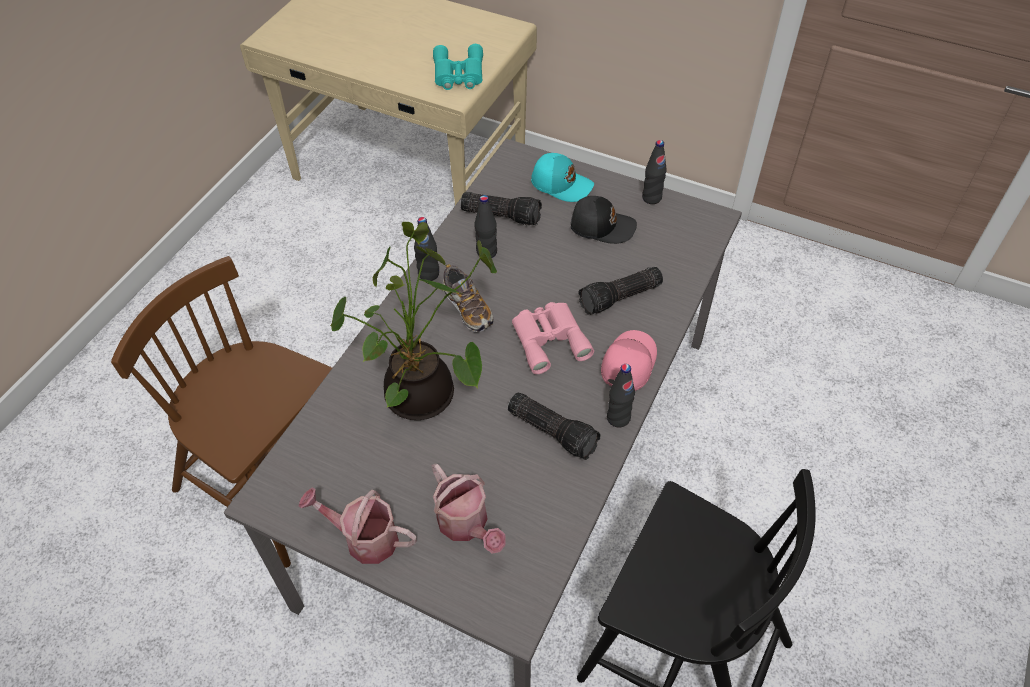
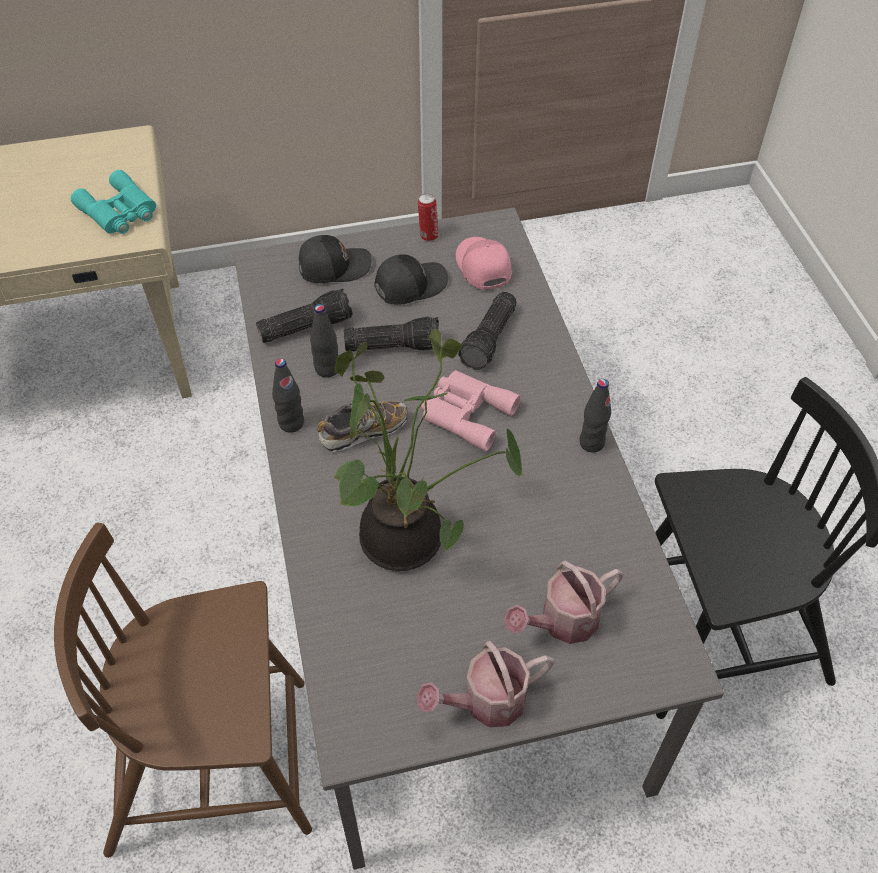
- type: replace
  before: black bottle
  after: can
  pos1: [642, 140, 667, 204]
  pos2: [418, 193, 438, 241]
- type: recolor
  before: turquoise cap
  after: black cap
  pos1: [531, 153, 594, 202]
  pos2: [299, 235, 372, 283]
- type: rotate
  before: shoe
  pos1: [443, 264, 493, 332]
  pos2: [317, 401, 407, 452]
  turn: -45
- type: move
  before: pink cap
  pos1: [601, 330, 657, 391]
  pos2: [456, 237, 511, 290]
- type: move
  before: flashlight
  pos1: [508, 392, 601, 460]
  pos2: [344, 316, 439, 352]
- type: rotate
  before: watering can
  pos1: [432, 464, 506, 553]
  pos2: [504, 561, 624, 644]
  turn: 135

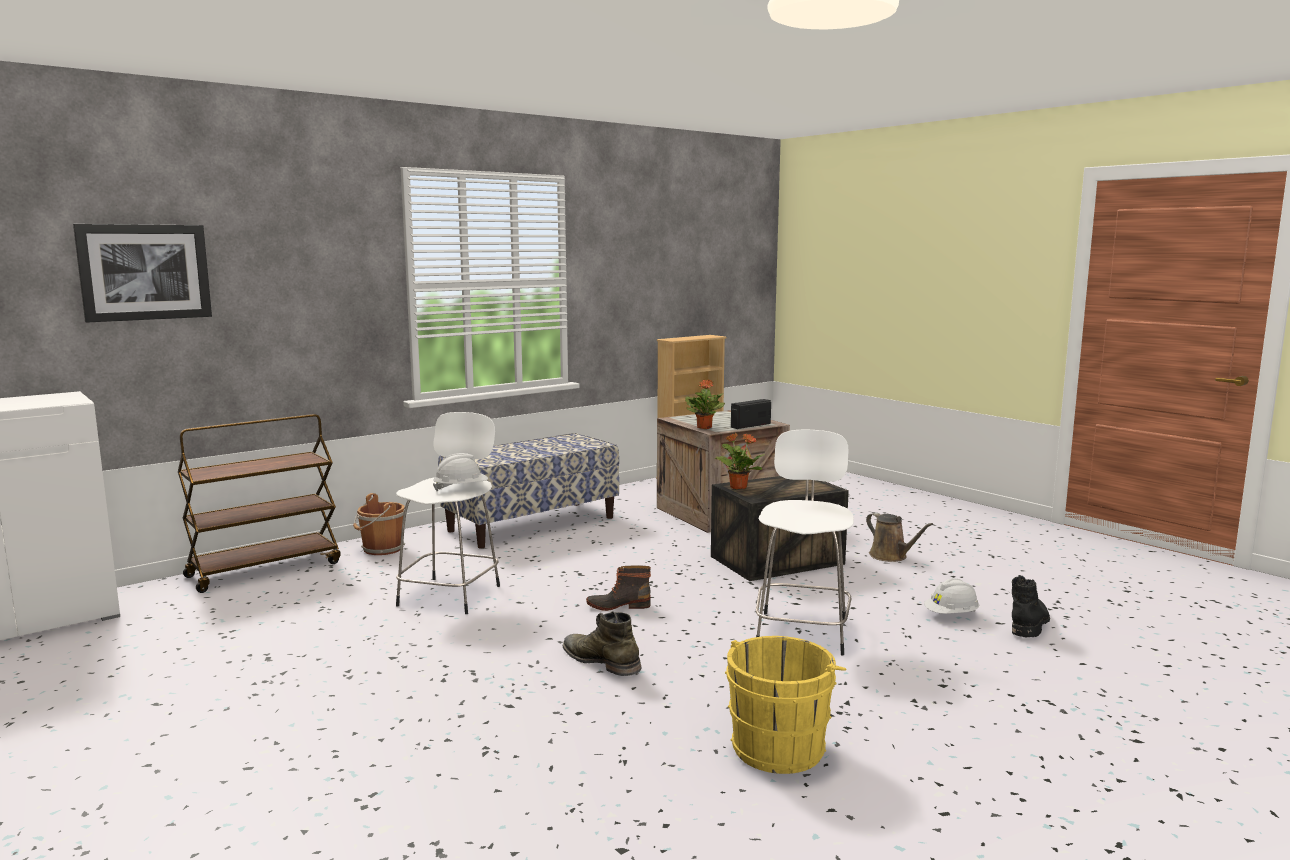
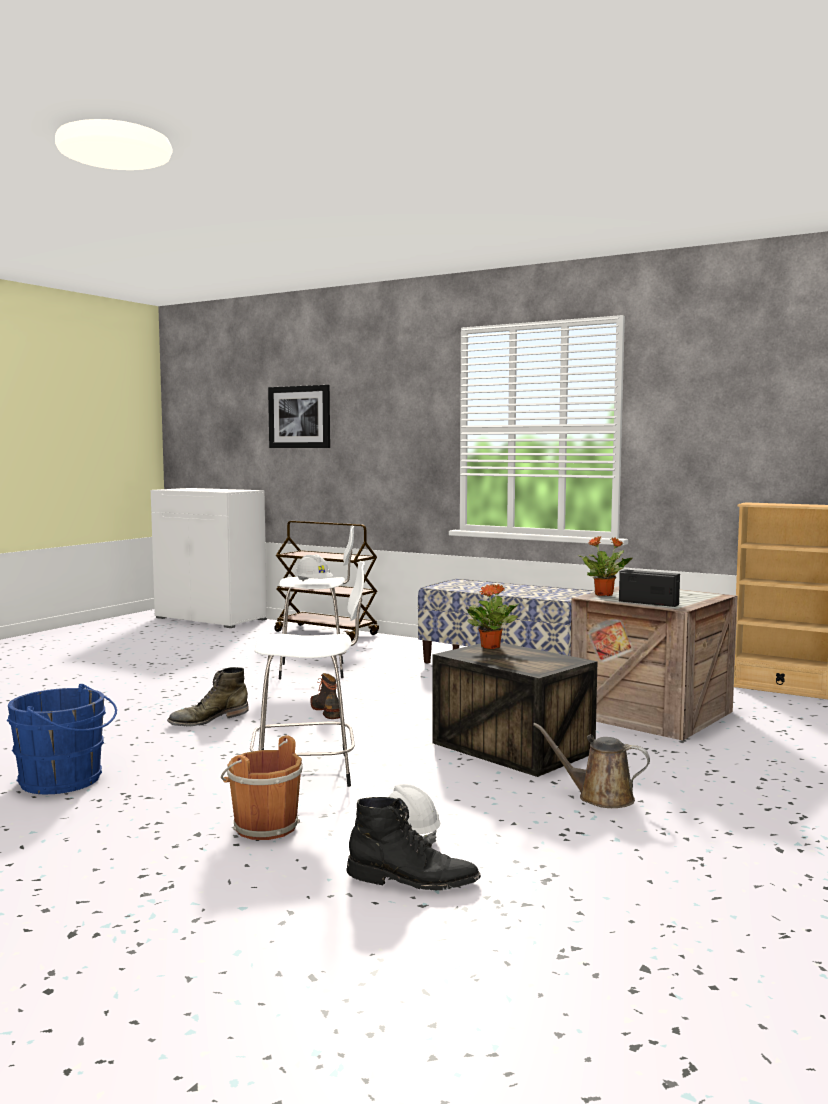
- type: move
  before: brown bucket
  pos1: [353, 493, 405, 555]
  pos2: [221, 735, 303, 840]
- type: rotate
  before: brown watering can
  pos1: [866, 513, 933, 562]
  pos2: [533, 723, 650, 808]
  turn: 75
- type: rotate
  before: green boot
  pos1: [563, 611, 642, 676]
  pos2: [167, 667, 249, 727]
  turn: -150
- type: recolor
  before: yellow bucket
  after: blue bucket
  pos1: [725, 636, 846, 774]
  pos2: [7, 684, 117, 794]

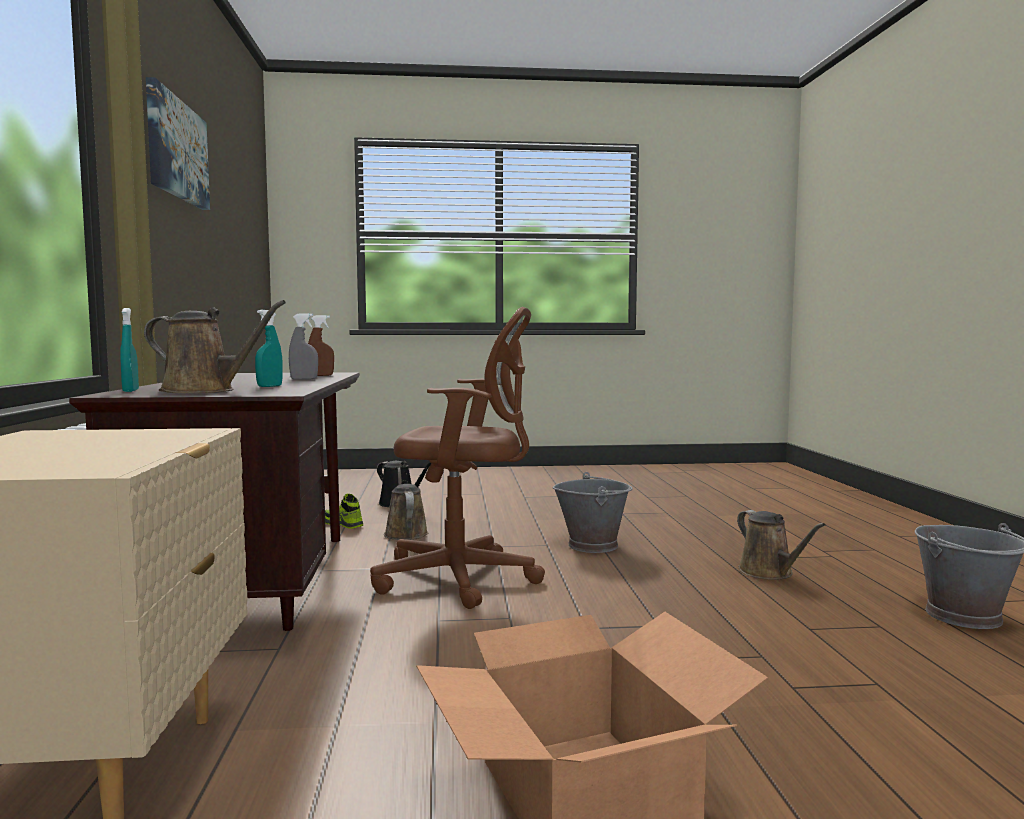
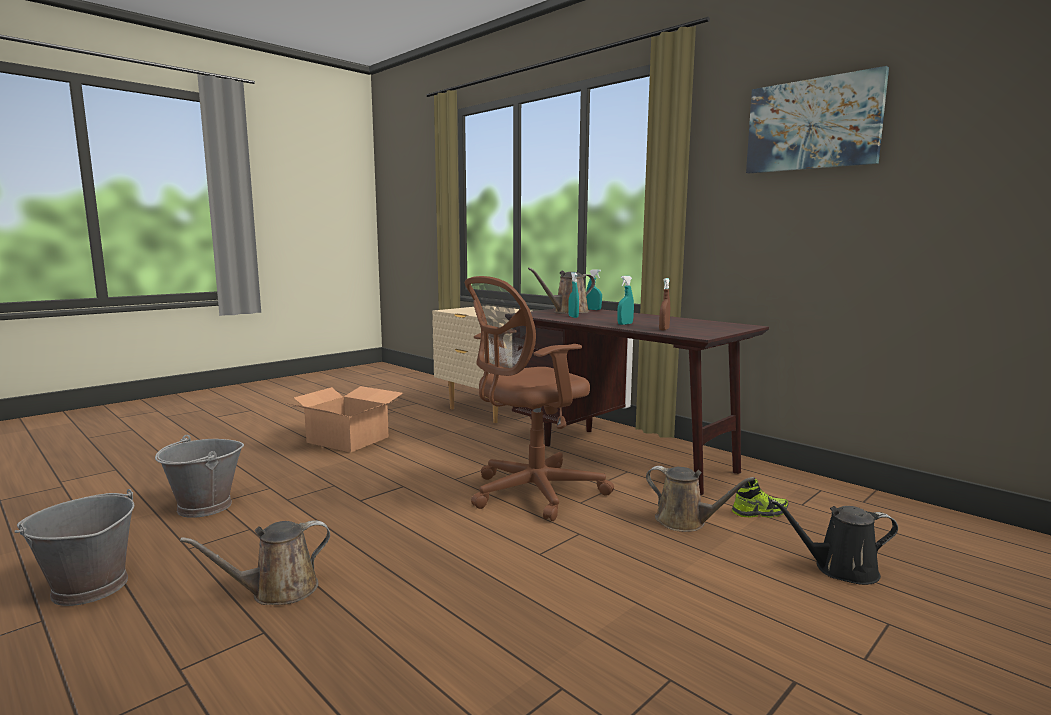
- type: recolor
  before: grey spray bottle
  after: turquoise spray bottle
  pos1: [289, 313, 318, 380]
  pos2: [617, 276, 634, 325]
- type: move
  before: grey bucket
  pos1: [553, 472, 632, 553]
  pos2: [155, 435, 244, 518]
- type: rotate
  before: brown watering can
  pos1: [737, 510, 826, 580]
  pos2: [180, 520, 330, 605]
  turn: -60

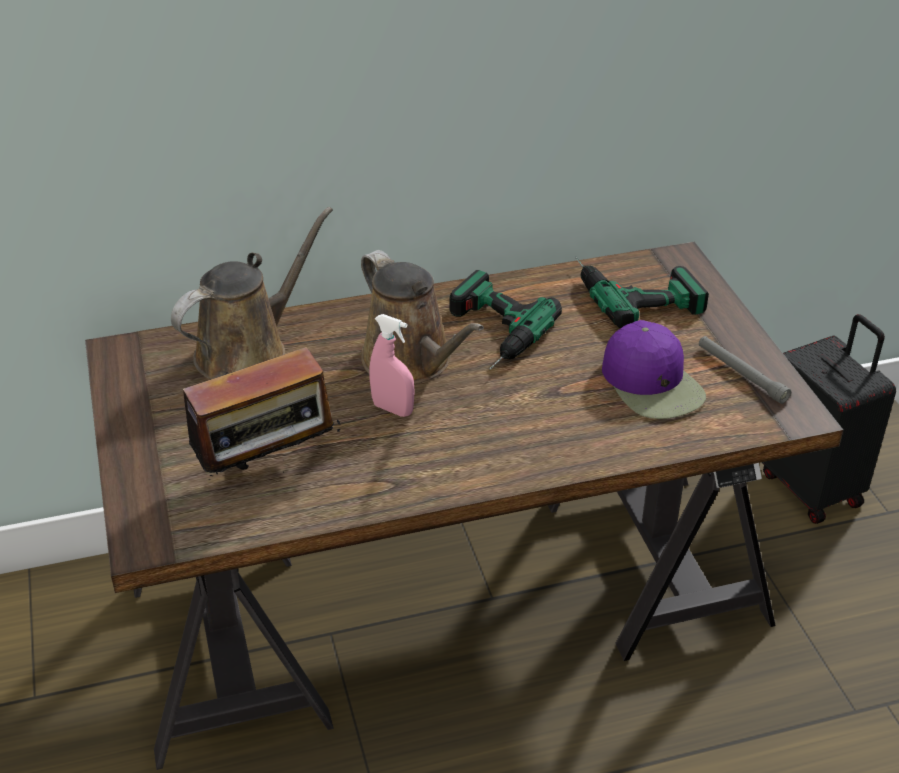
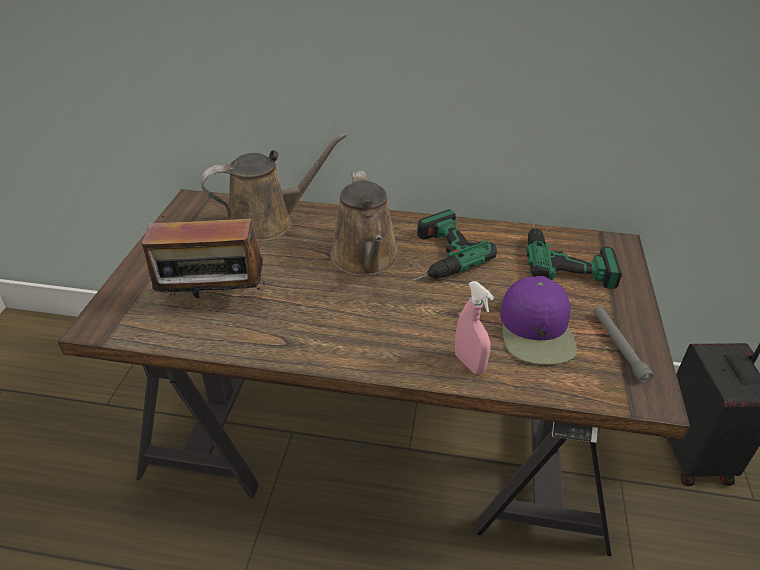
- type: move
  before: pink spray bottle
  pos1: [369, 314, 415, 417]
  pos2: [455, 281, 494, 374]

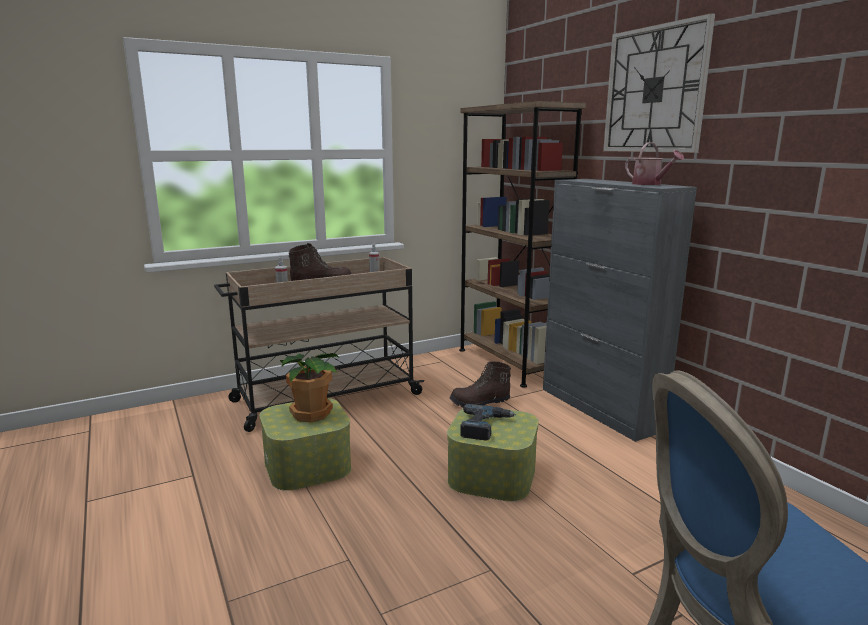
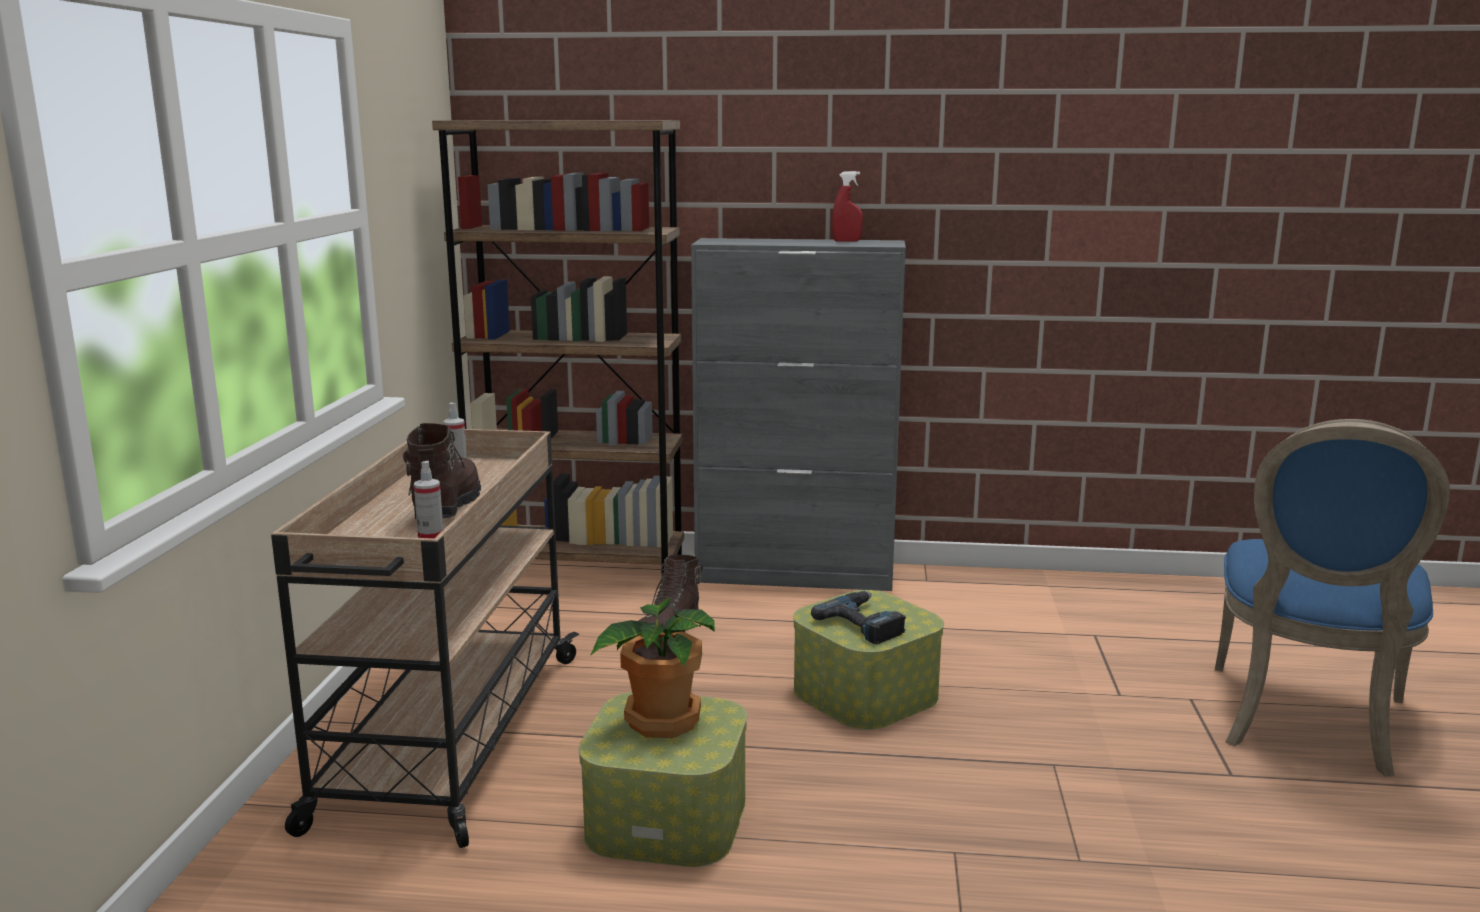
- type: delete
  before: wall clock
  pos1: [603, 13, 715, 153]
- type: replace
  before: watering can
  after: red spray bottle
  pos1: [625, 142, 684, 185]
  pos2: [832, 171, 863, 242]

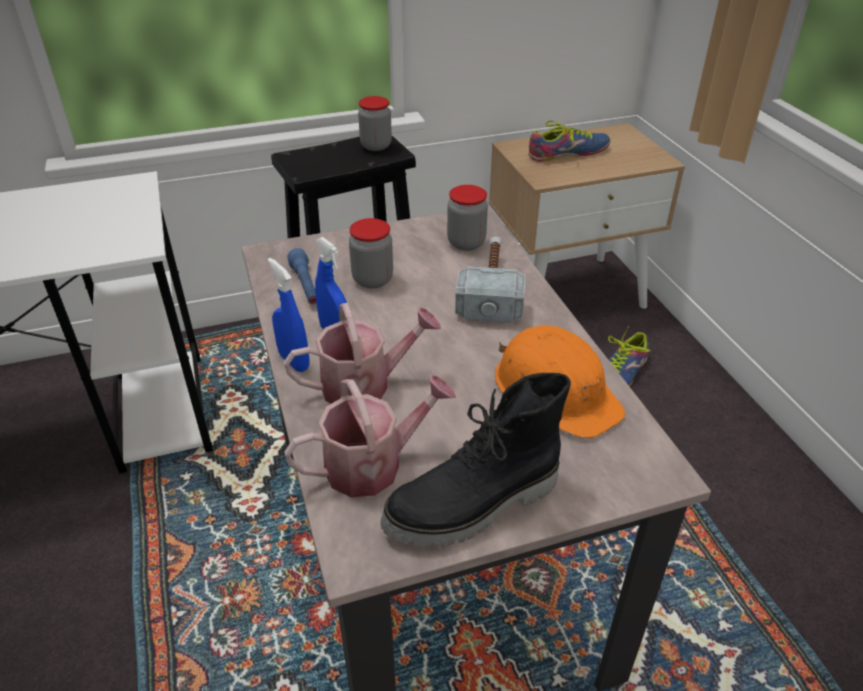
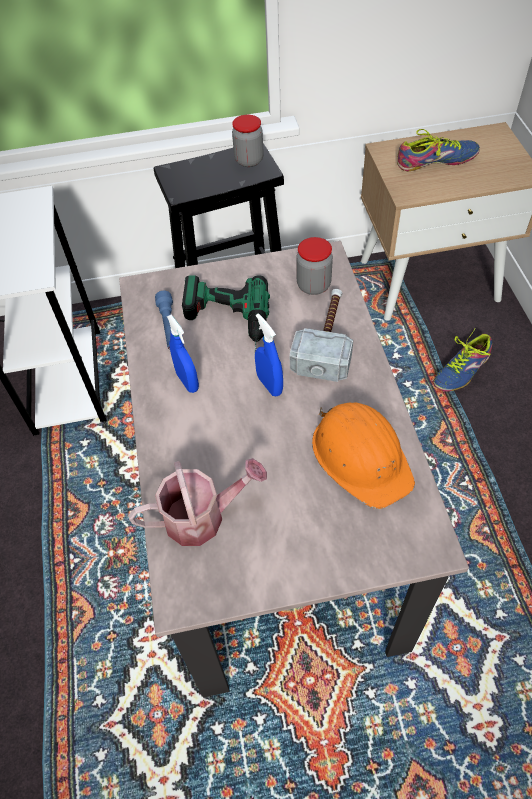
- type: replace
  before: jar
  after: power drill
  pos1: [349, 218, 393, 288]
  pos2: [182, 275, 270, 356]
- type: move
  before: blue spray bottle
  pos1: [268, 258, 310, 372]
  pos2: [255, 313, 283, 396]
- type: delete
  before: watering can
  pos1: [284, 303, 441, 404]
- type: delete
  before: black boot
  pos1: [380, 373, 571, 547]

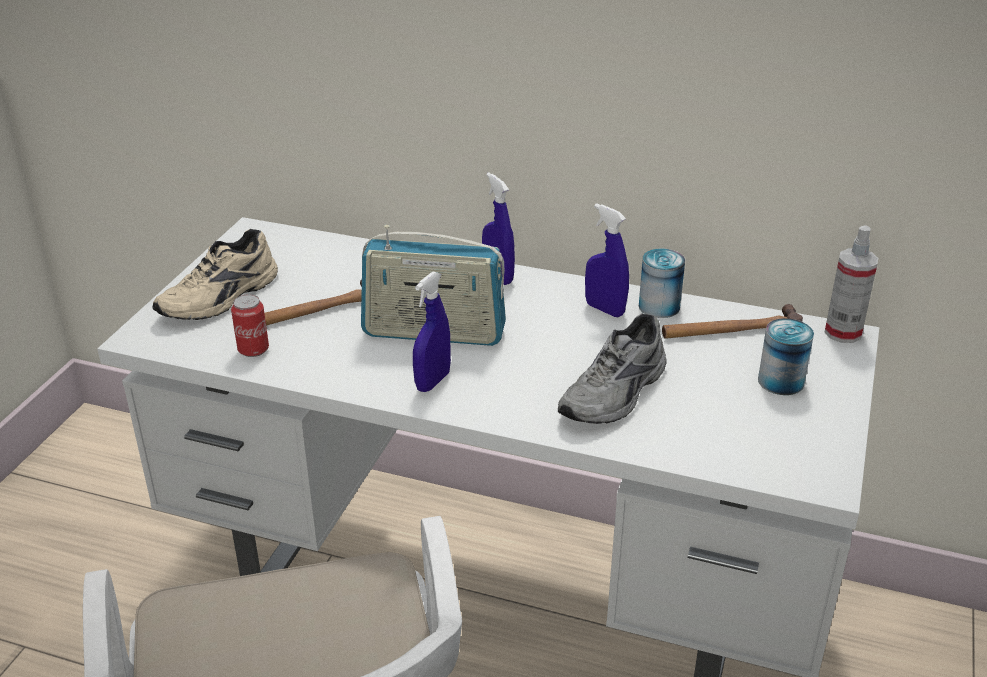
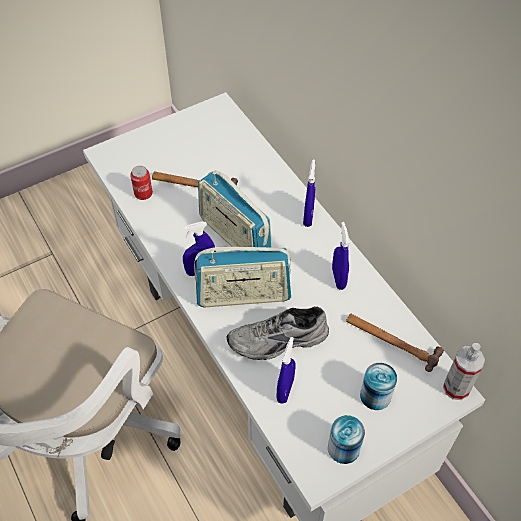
- type: delete
  before: beige shoe
  pos1: [152, 229, 278, 320]
- type: move
  before: can
  pos1: [639, 248, 685, 318]
  pos2: [328, 415, 365, 464]
- type: insert
  after: radio
  pos2: [194, 247, 291, 307]
- type: insert
  after: blue spray bottle
  pos2: [276, 337, 296, 404]

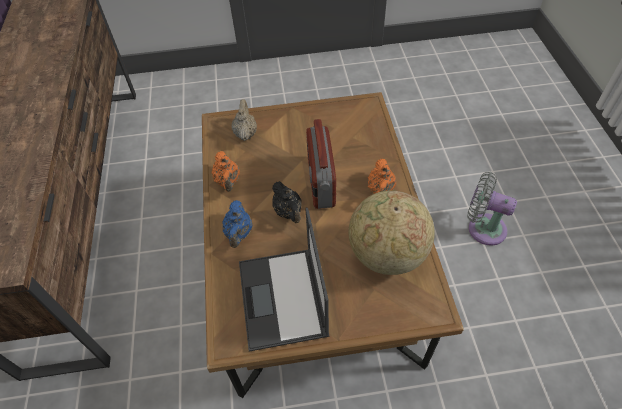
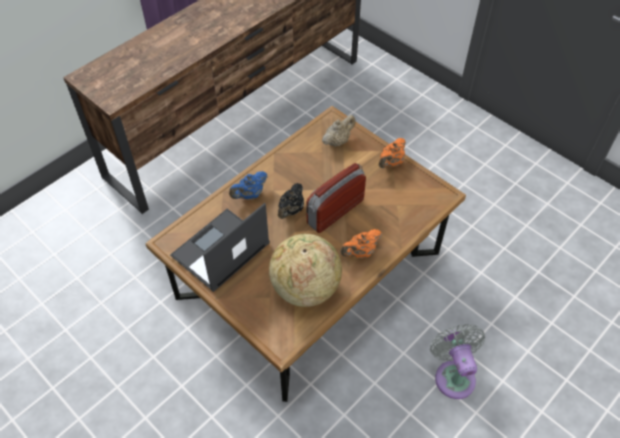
- type: move
  before: orange teapot
  pos1: [211, 151, 240, 192]
  pos2: [379, 138, 406, 168]

